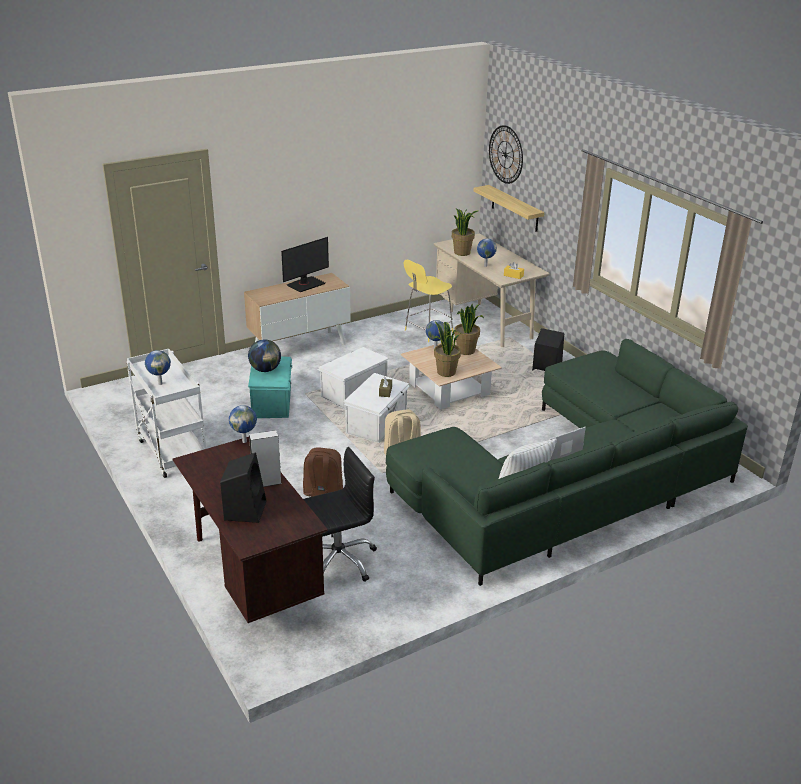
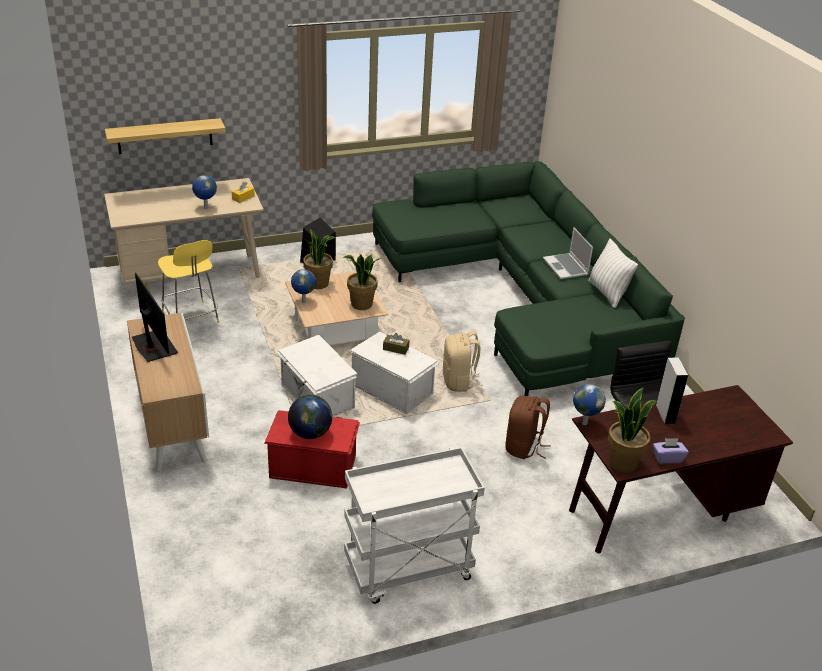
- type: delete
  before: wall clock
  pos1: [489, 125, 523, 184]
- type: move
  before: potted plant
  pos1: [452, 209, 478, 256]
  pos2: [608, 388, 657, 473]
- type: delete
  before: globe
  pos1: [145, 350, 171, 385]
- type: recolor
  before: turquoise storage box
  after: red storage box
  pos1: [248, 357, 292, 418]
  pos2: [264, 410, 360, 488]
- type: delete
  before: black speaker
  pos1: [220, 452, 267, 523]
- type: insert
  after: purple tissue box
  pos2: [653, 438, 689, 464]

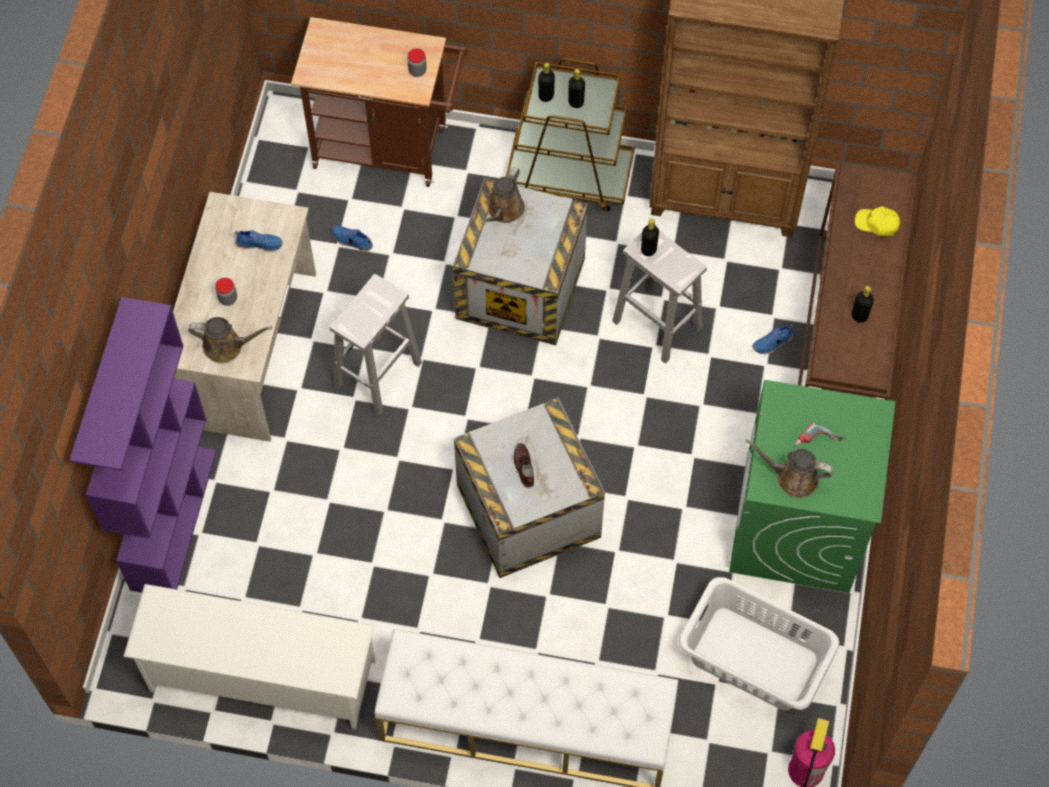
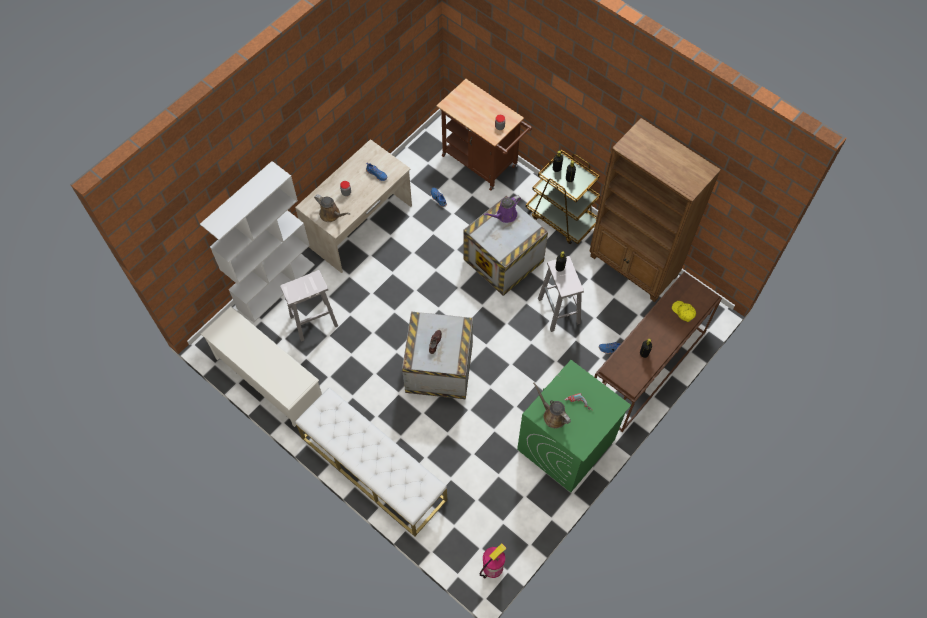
- type: recolor
  before: brown watering can
  after: purple watering can
  pos1: [481, 167, 525, 224]
  pos2: [483, 195, 521, 223]
- type: move
  before: white stool
  pos1: [330, 274, 422, 415]
  pos2: [280, 270, 338, 342]
- type: recolor
  before: purple bookcase
  after: white bookcase
  pos1: [69, 297, 216, 593]
  pos2: [200, 161, 315, 323]
- type: delete
  before: white laundry basket
  pos1: [678, 577, 840, 711]

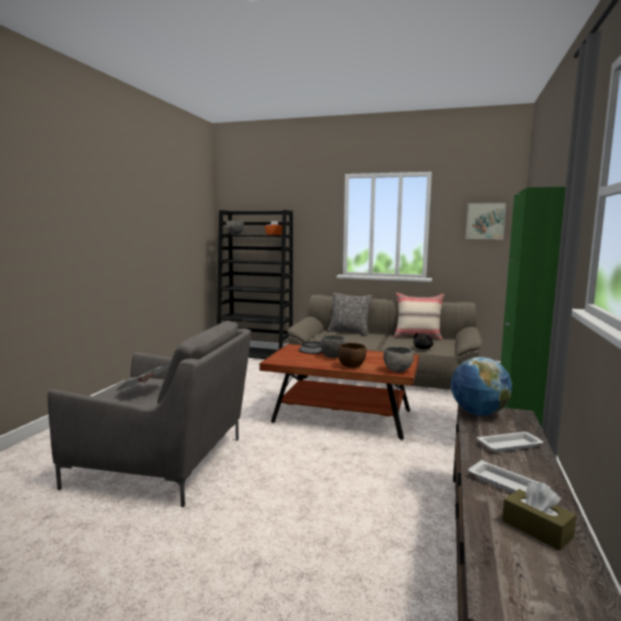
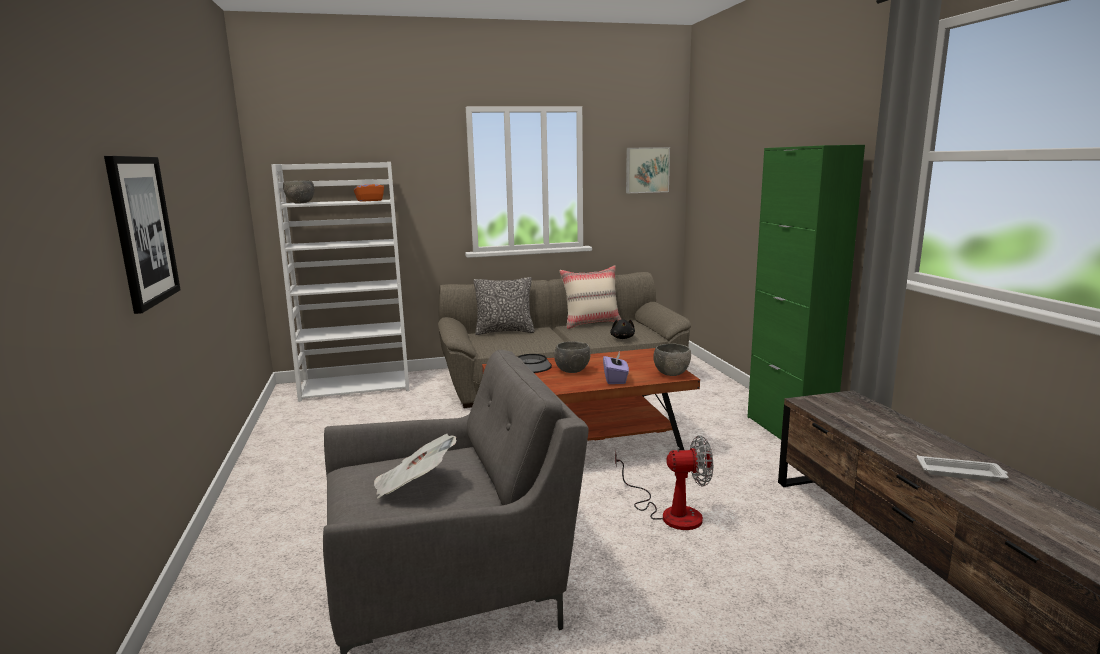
- type: recolor
  before: black bookcase
  after: white bookcase
  pos1: [217, 210, 293, 359]
  pos2: [271, 162, 410, 402]
- type: replace
  before: brown bowl
  after: purple tissue box
  pos1: [338, 343, 367, 368]
  pos2: [603, 352, 629, 384]
- type: delete
  before: globe
  pos1: [451, 357, 512, 416]
- type: delete
  before: white tray
  pos1: [477, 432, 543, 452]
- type: delete
  before: brown tissue box
  pos1: [502, 482, 576, 551]
- type: insert
  after: picture
  pos2: [104, 156, 181, 314]
- type: insert
  after: fan
  pos2: [615, 435, 713, 530]

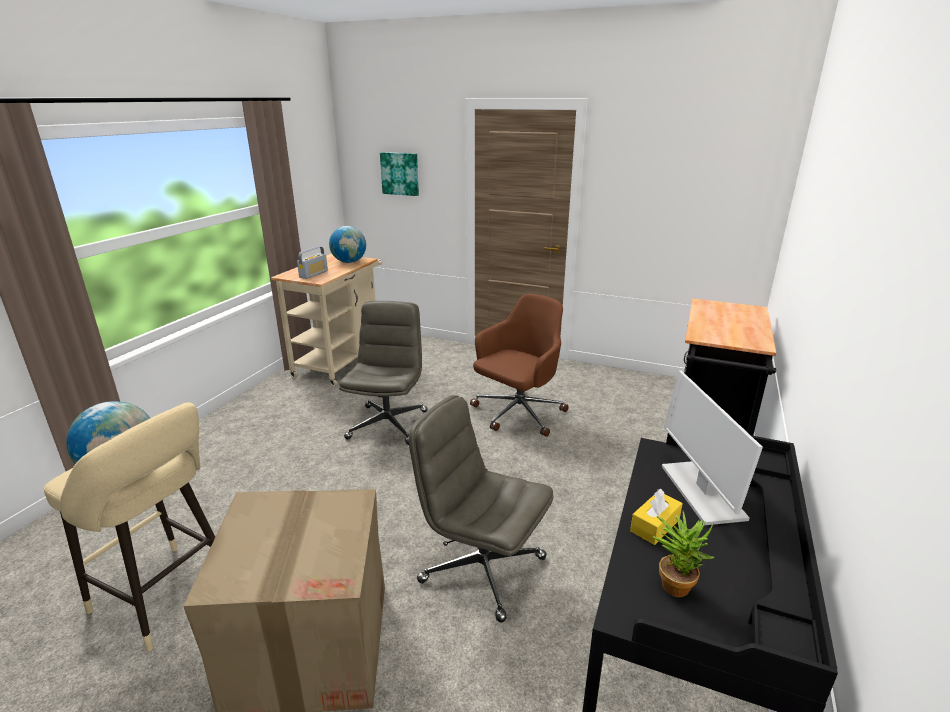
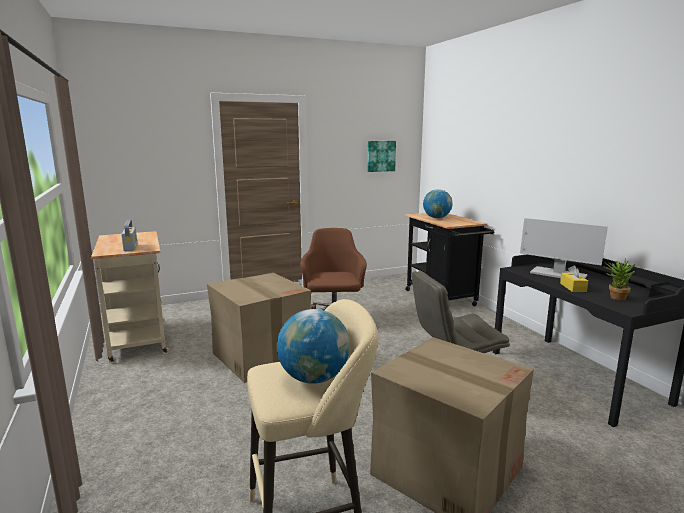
- type: move
  before: picture
  pos1: [380, 152, 419, 196]
  pos2: [368, 141, 396, 172]
- type: move
  before: globe
  pos1: [329, 226, 366, 263]
  pos2: [423, 189, 453, 218]
- type: replace
  before: grey office chair
  after: cardboard box
  pos1: [339, 301, 427, 445]
  pos2: [207, 273, 311, 383]

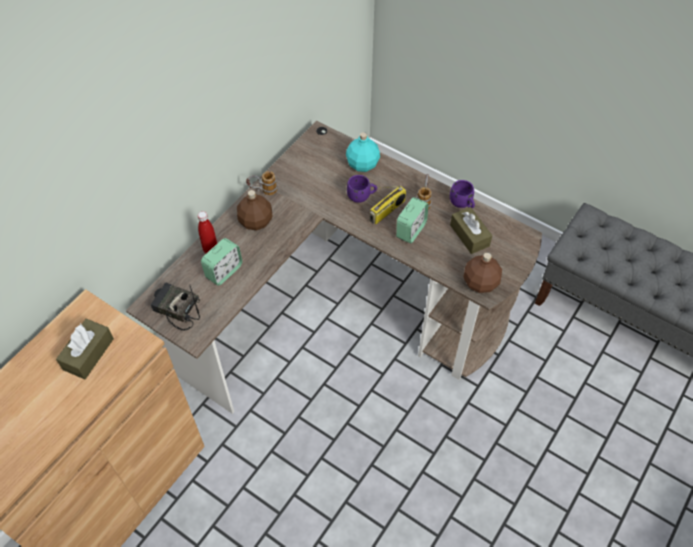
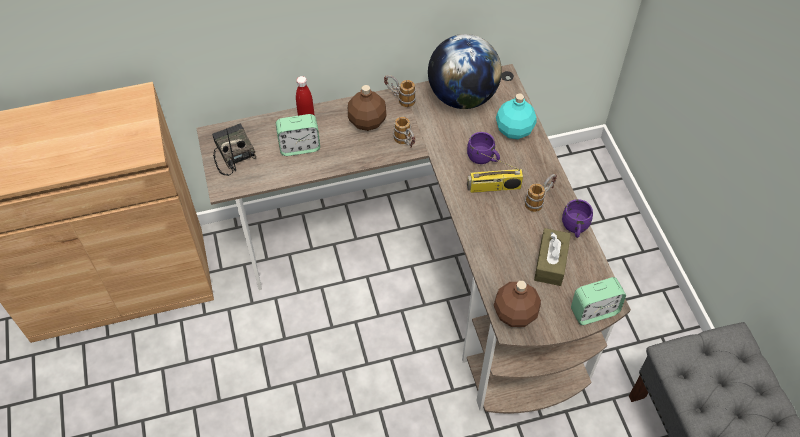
- type: move
  before: alarm clock
  pos1: [396, 197, 429, 243]
  pos2: [571, 277, 626, 325]
- type: delete
  before: brown tissue box
  pos1: [56, 319, 114, 379]
- type: insert
  after: globe
  pos2: [428, 34, 502, 109]
- type: insert
  after: mug
  pos2: [393, 117, 415, 149]

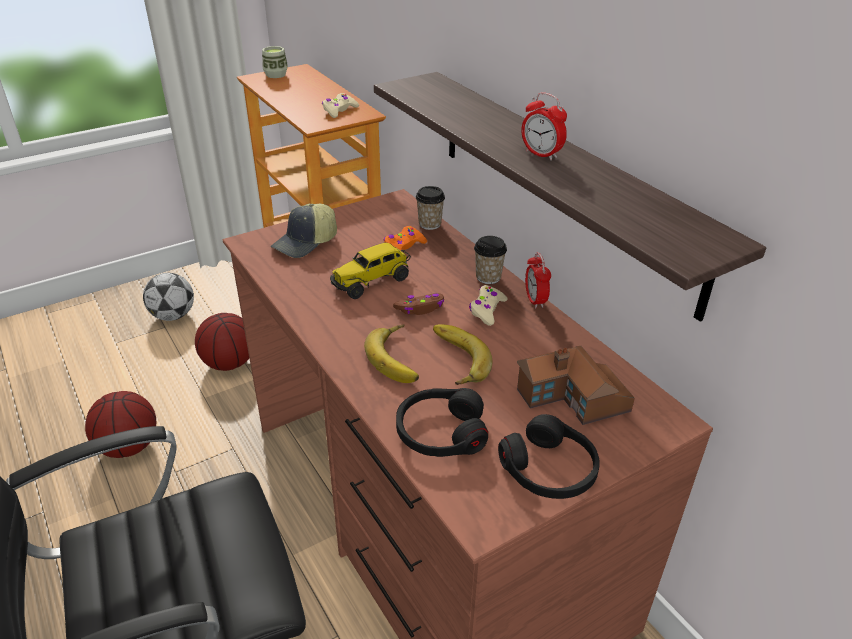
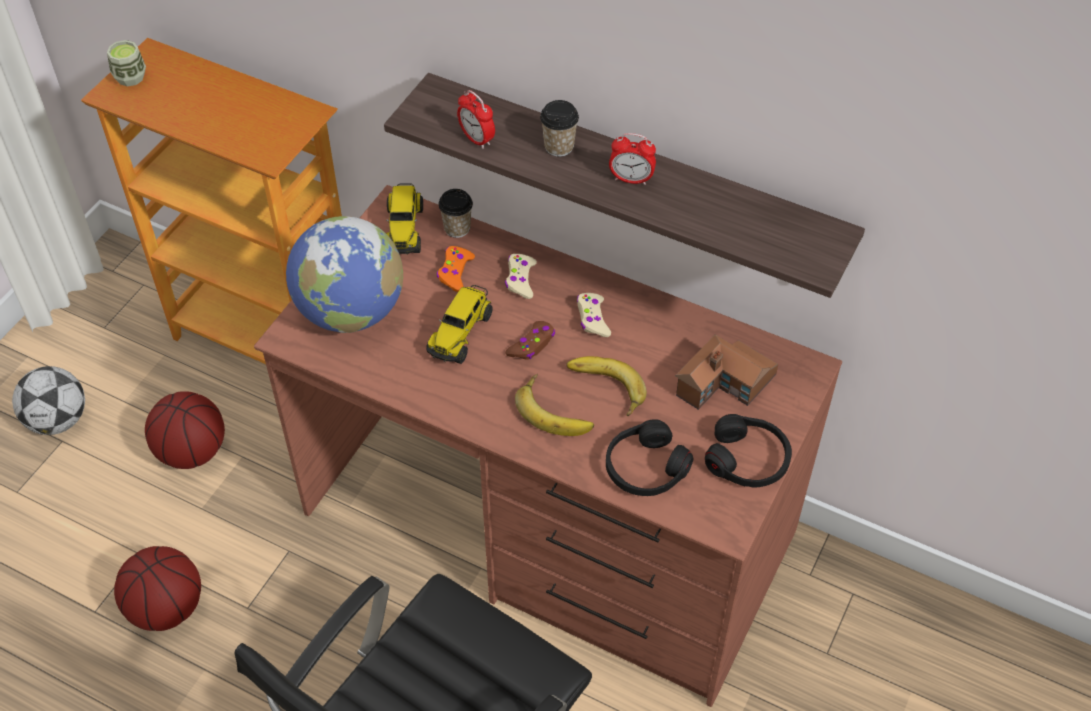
- type: move
  before: beige game controller
  pos1: [322, 93, 359, 118]
  pos2: [505, 254, 537, 299]
- type: replace
  before: cap
  after: globe
  pos1: [270, 204, 337, 258]
  pos2: [286, 216, 403, 333]
- type: move
  before: cup
  pos1: [474, 236, 507, 284]
  pos2: [540, 100, 579, 157]
- type: move
  before: alarm clock
  pos1: [525, 252, 551, 309]
  pos2: [457, 90, 495, 149]
- type: insert
  after: toy truck
  pos2: [386, 183, 423, 255]

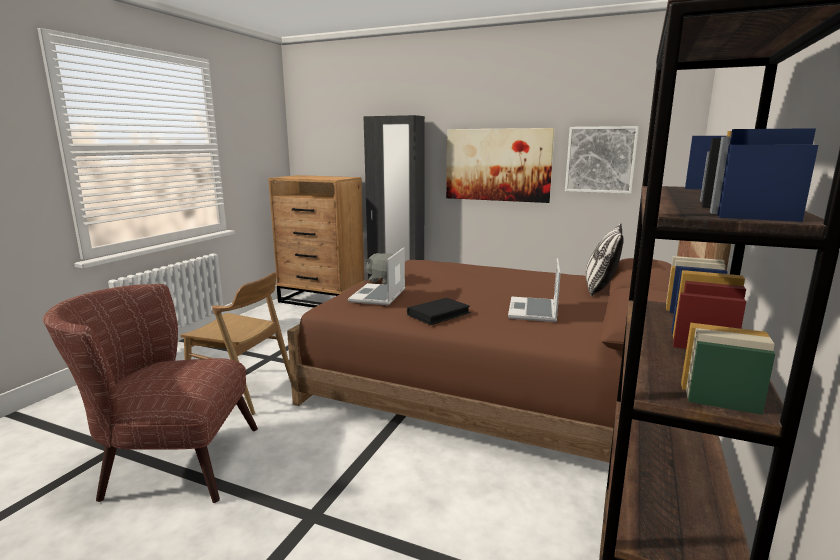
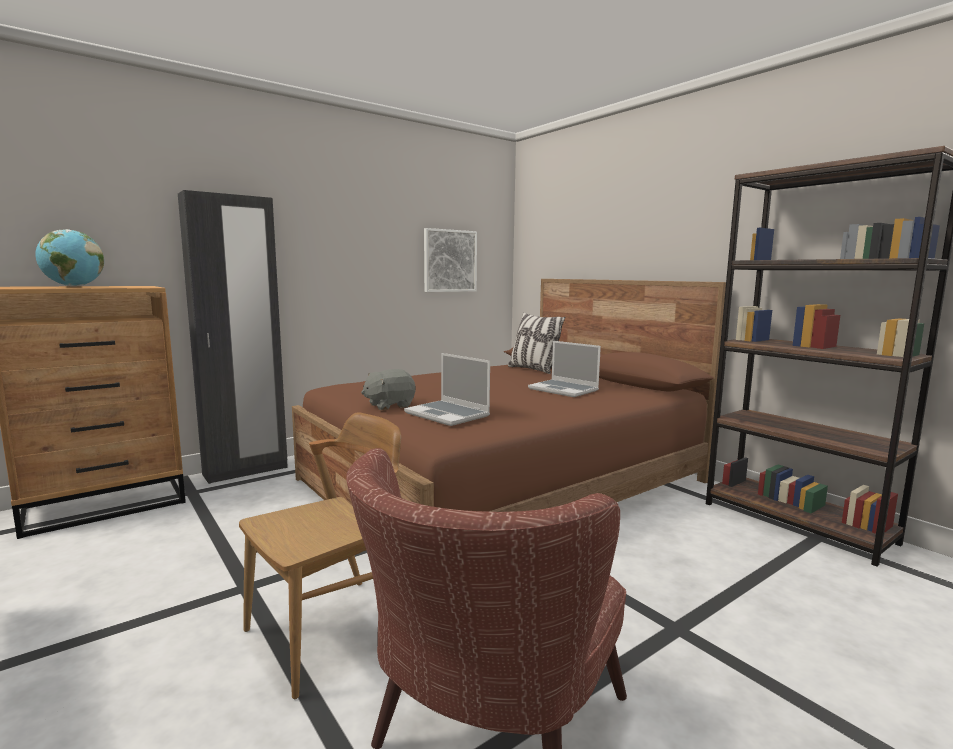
- type: delete
  before: picture
  pos1: [446, 128, 555, 203]
- type: delete
  before: black book
  pos1: [407, 298, 471, 325]
- type: insert
  after: globe
  pos2: [35, 229, 104, 287]

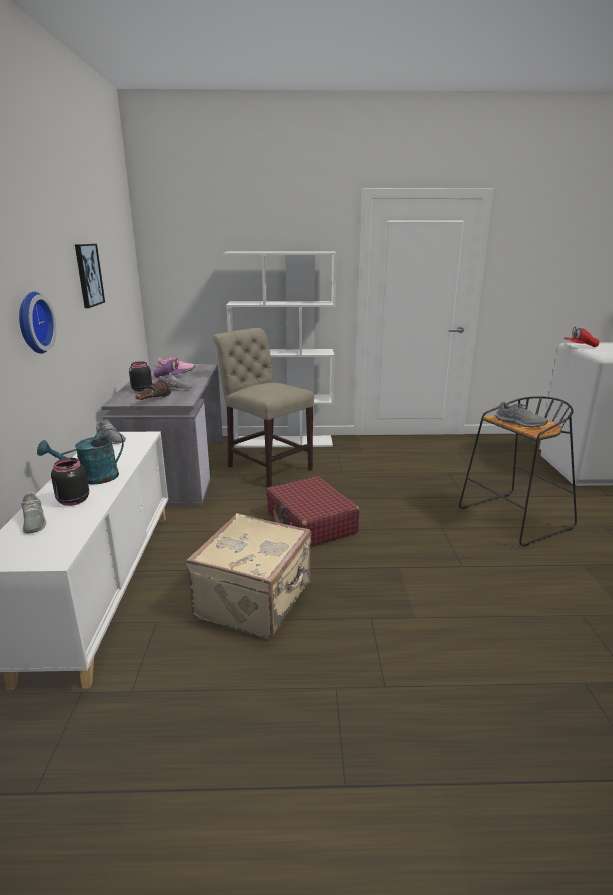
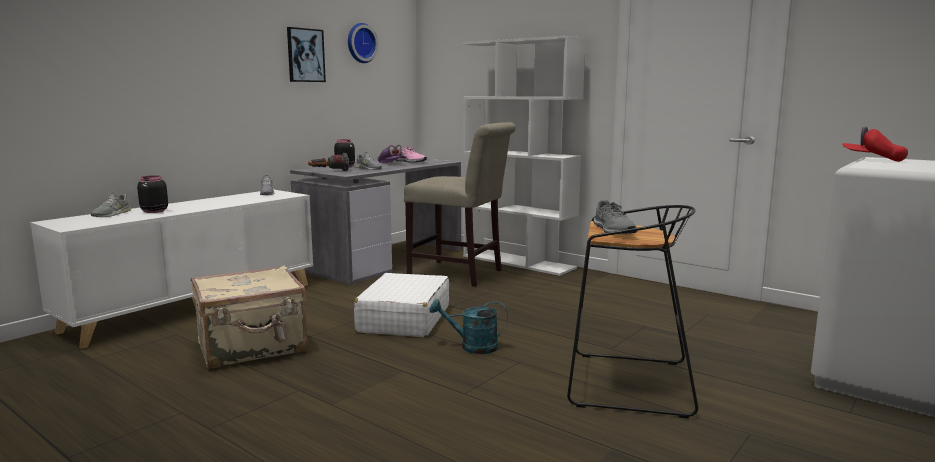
- type: move
  before: wall clock
  pos1: [19, 292, 56, 354]
  pos2: [348, 23, 378, 63]
- type: rotate
  before: beige chair
  pos1: [213, 328, 314, 487]
  pos2: [404, 122, 516, 287]
  turn: 120
- type: move
  before: turquoise watering can
  pos1: [37, 428, 124, 484]
  pos2: [430, 299, 508, 354]
- type: recolor
  before: red suitcase
  after: white suitcase
  pos1: [266, 476, 360, 548]
  pos2: [354, 273, 449, 337]

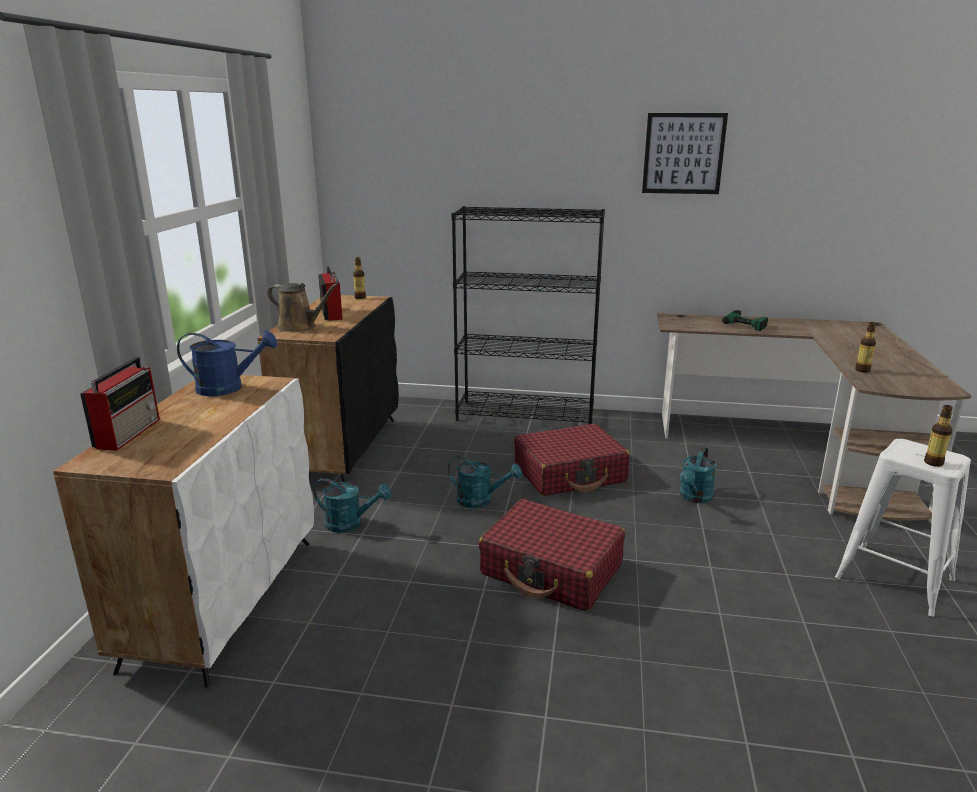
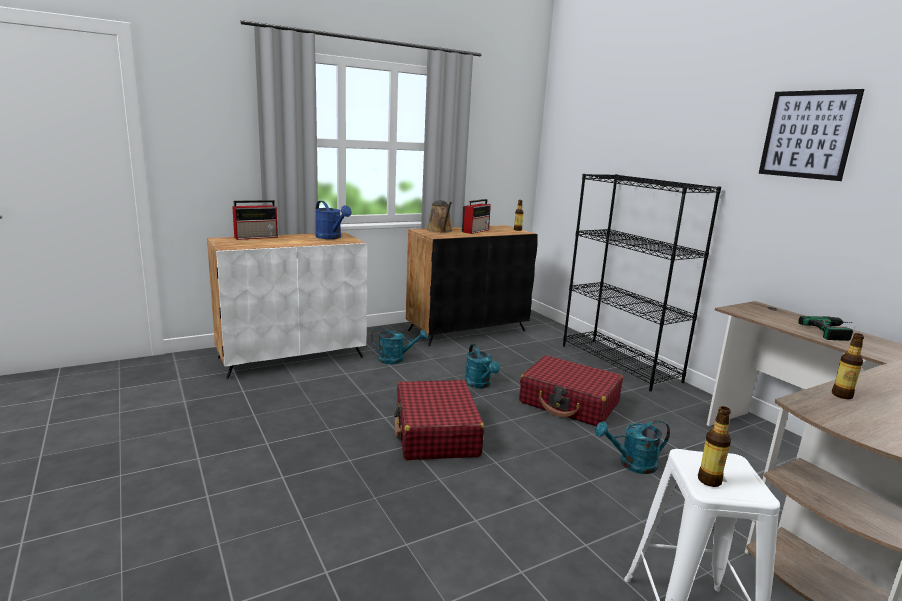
- type: rotate
  before: turquoise watering can
  pos1: [313, 478, 391, 533]
  pos2: [372, 327, 428, 364]
  turn: -60

